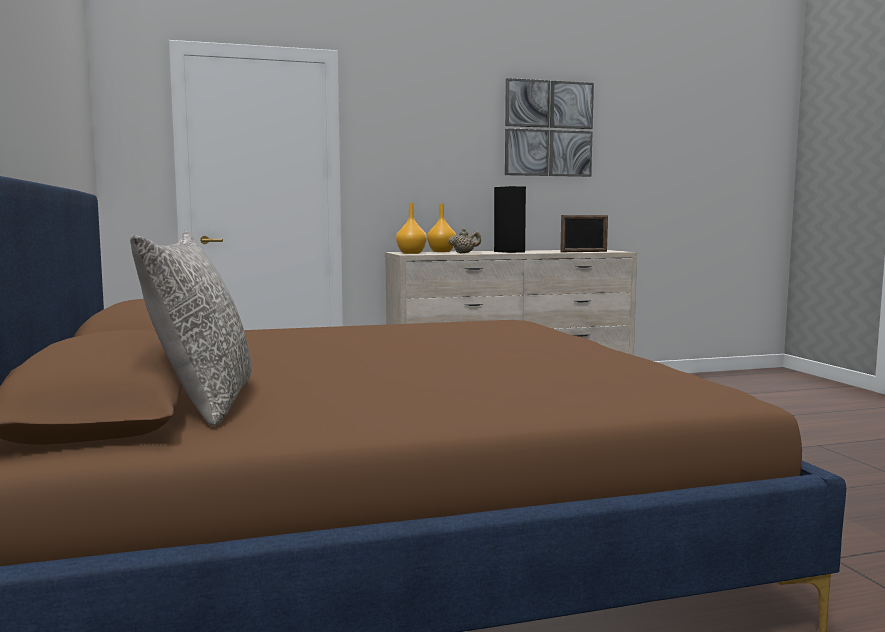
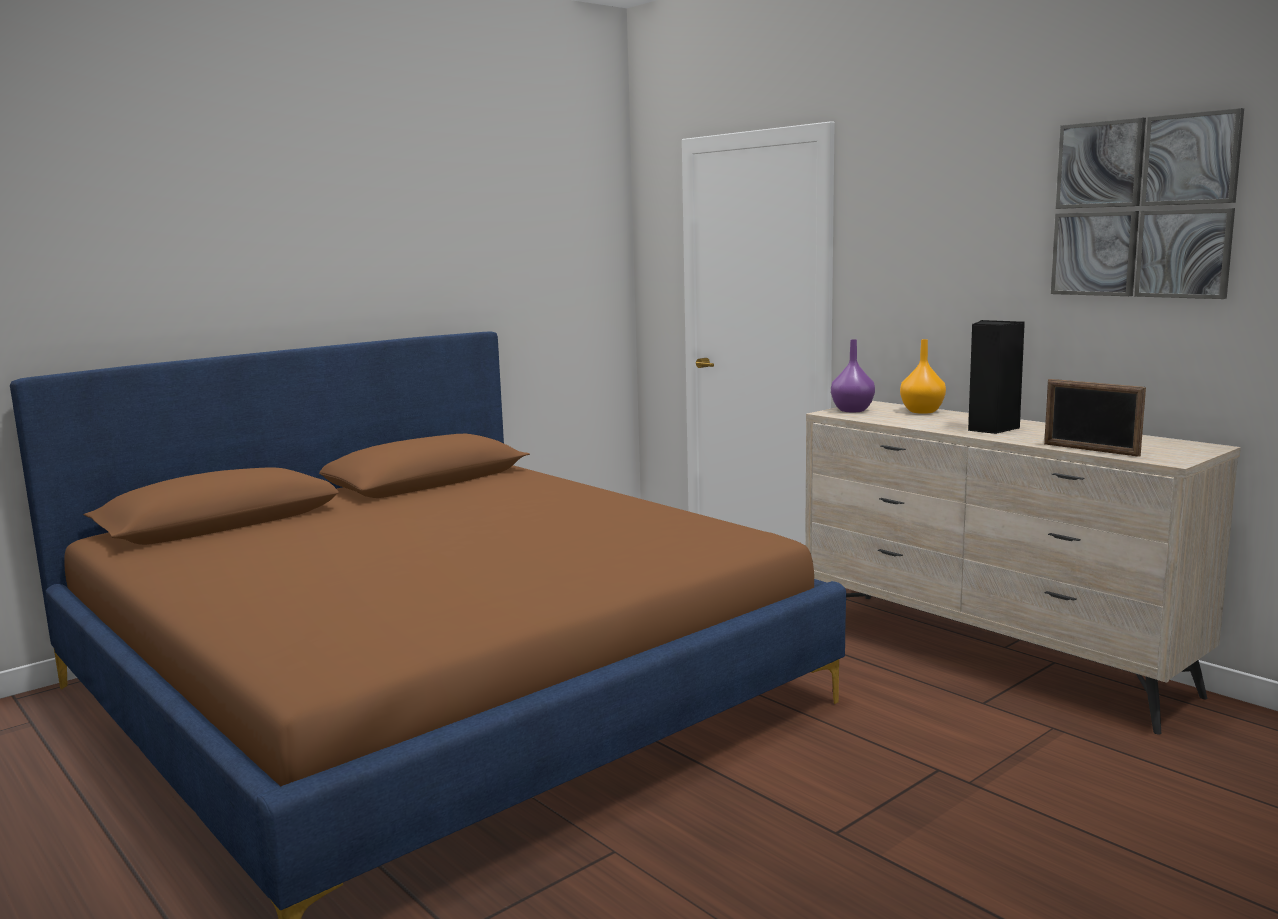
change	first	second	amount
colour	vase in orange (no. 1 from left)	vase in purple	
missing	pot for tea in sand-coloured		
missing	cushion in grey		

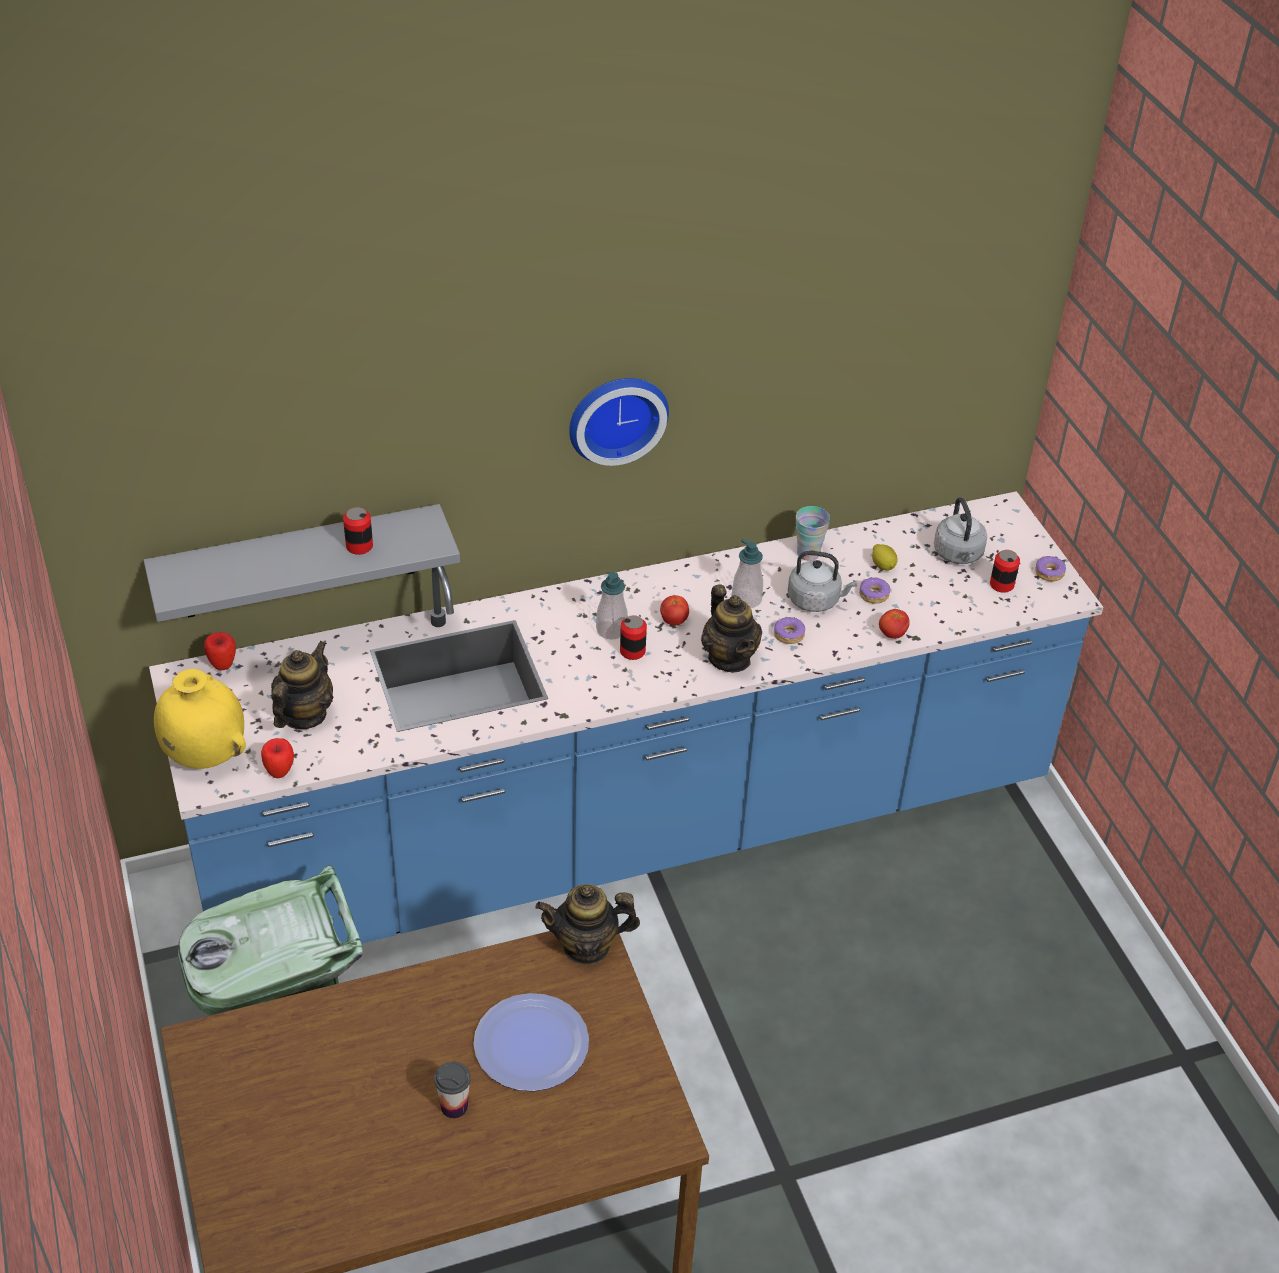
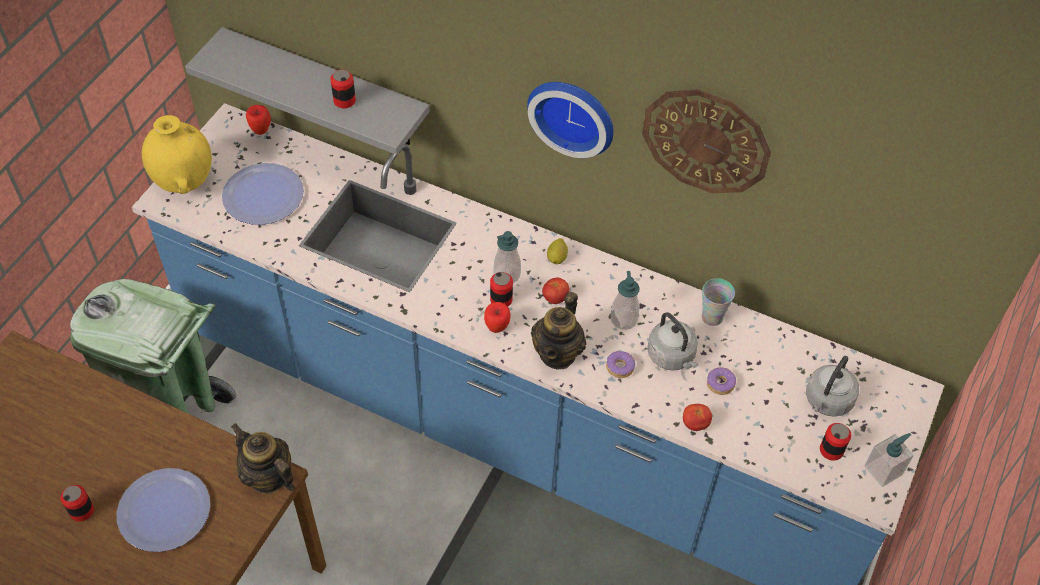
change	first	second	amount
relocated	lemon		
exchanged	ring doughnut (no. 3 from left)	liquid soap bottle (no. 3 from left)	
exchanged	pot for tea (no. 1 from left)	flat dish (no. 2 from left)	
relocated	whole apple (no. 2 from left)		
exchanged	cup (no. 1 from left)	sealed can (no. 1 from left)	
appeared		wall clock (no. 2 from left)	

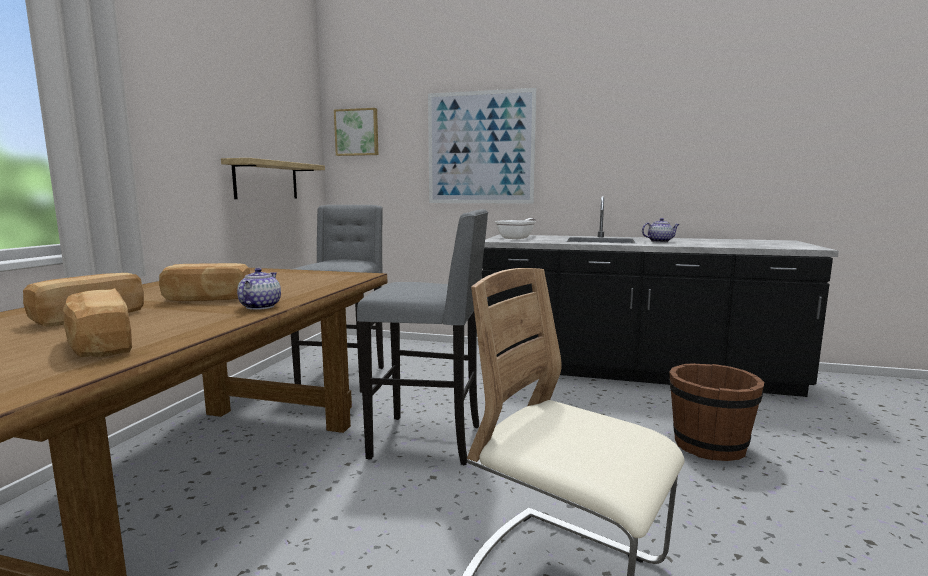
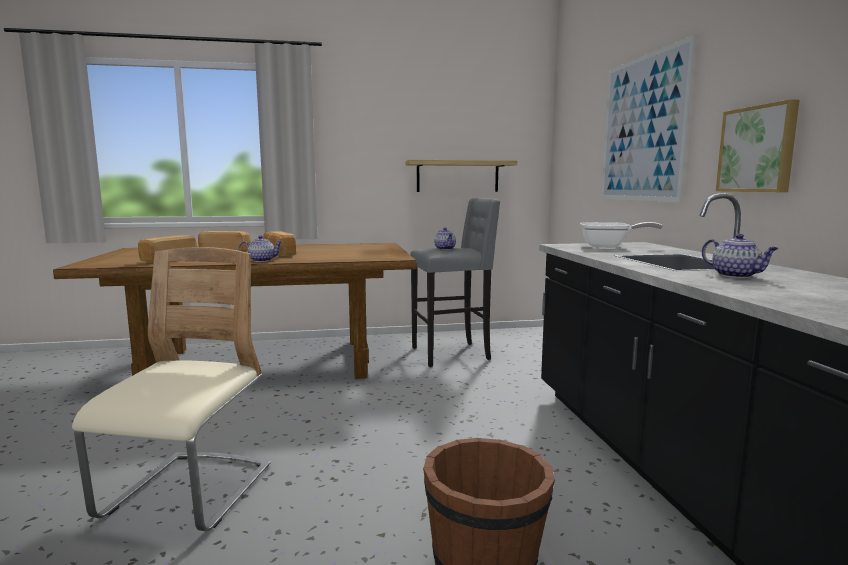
change	first	second	amount
relocated	picture (no. 1 from left in the first image)	picture (no. 2 from left)	
missing	sitting stool in grey (no. 2 from left)		
appeared		pot for tea (no. 2 from left)	

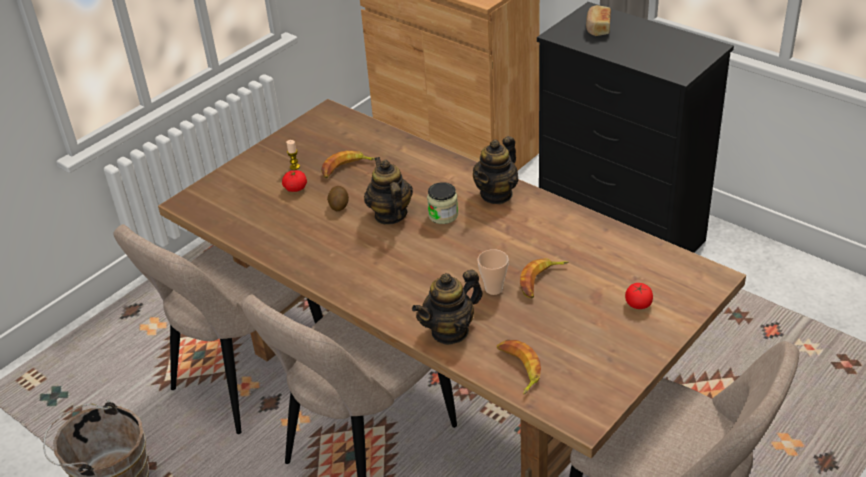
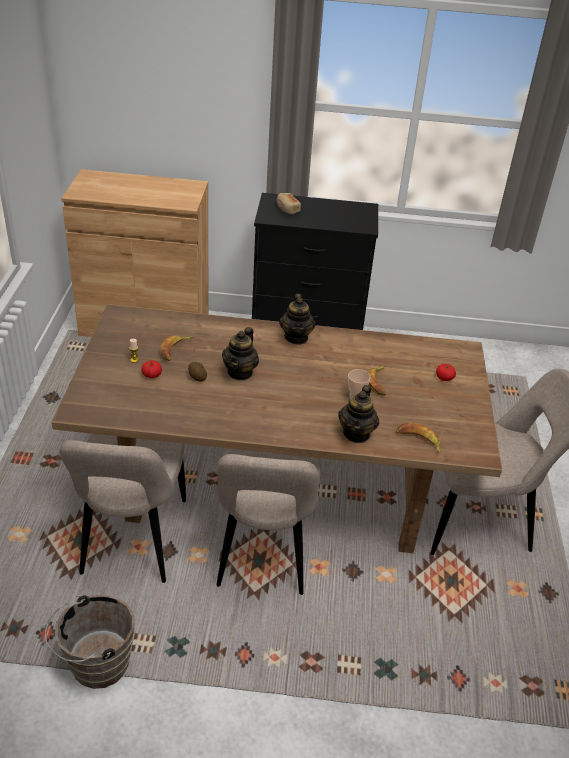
change	first	second	amount
spun	pot for tea (no. 1 from left)		105 degrees counterclockwise
missing	storage jar		

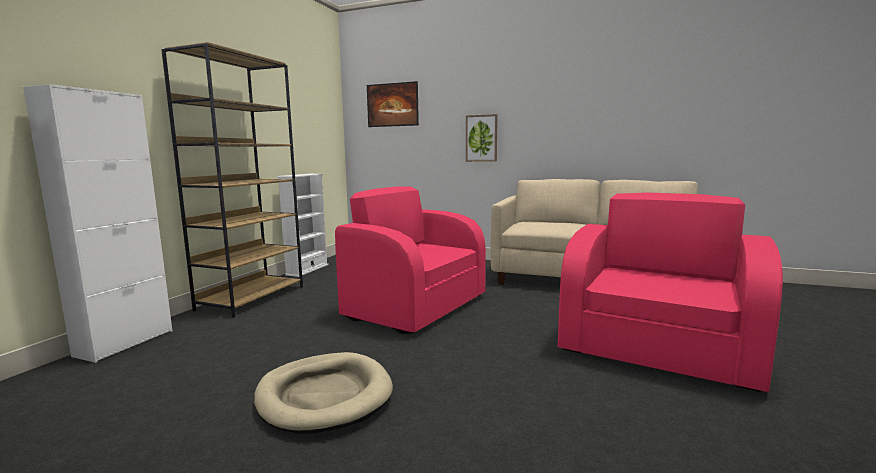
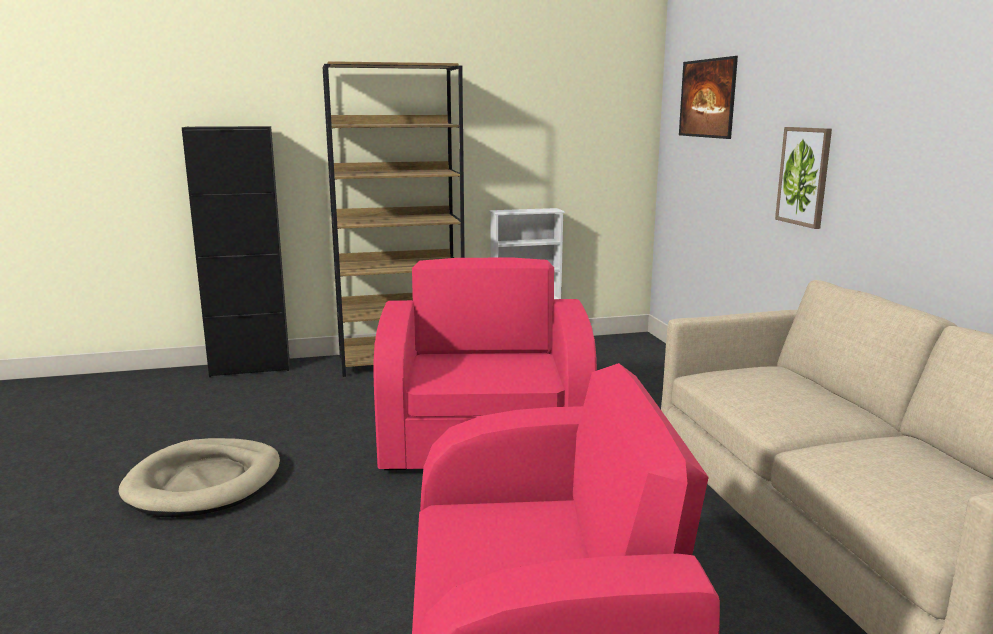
change	first	second	amount
colour	cupboard in white	cupboard in black-coloured	

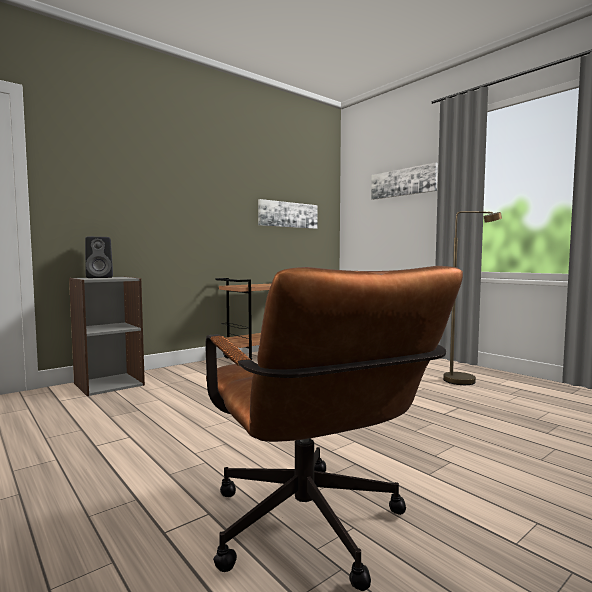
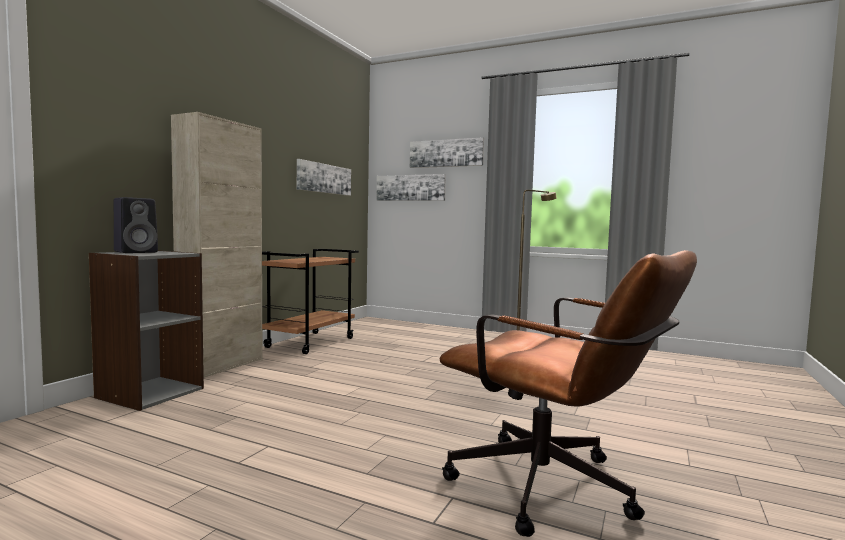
change	first	second	amount
appeared		cupboard in sand-coloured	
appeared		picture (no. 2 from left)	

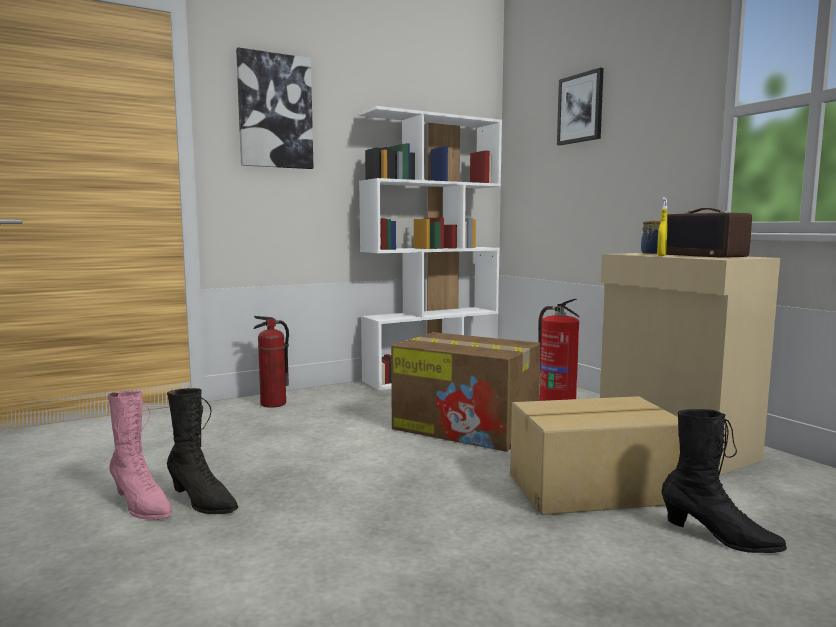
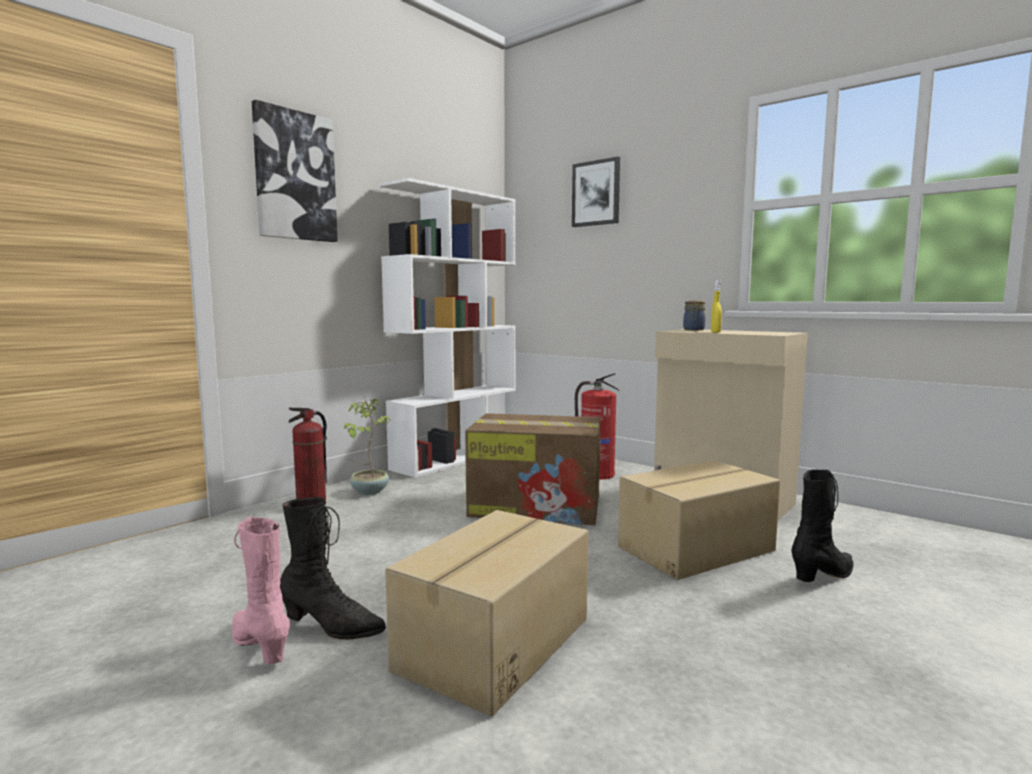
change	first	second	amount
missing	radio		
spun	tall boot in pink		150 degrees counterclockwise
spun	tall boot in black-coloured (no. 2 from left)		45 degrees counterclockwise
appeared		plant in a pot	
appeared		cardboard box (no. 1 from left)	

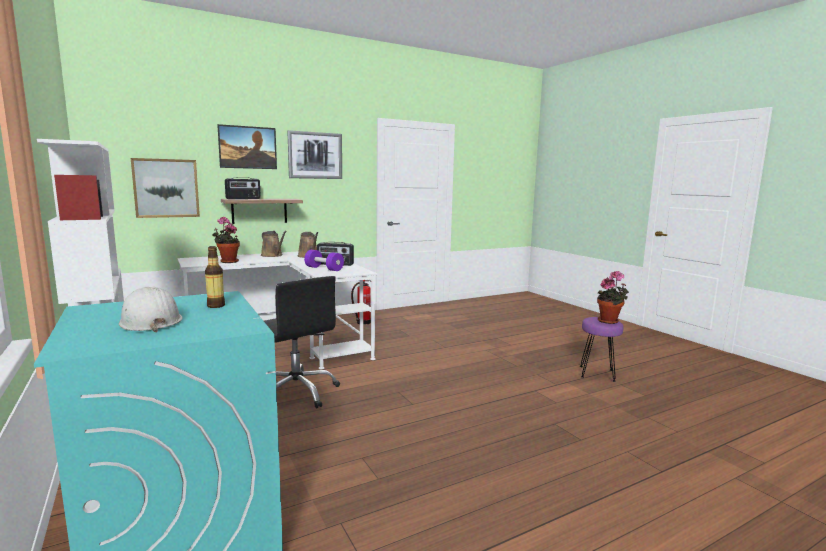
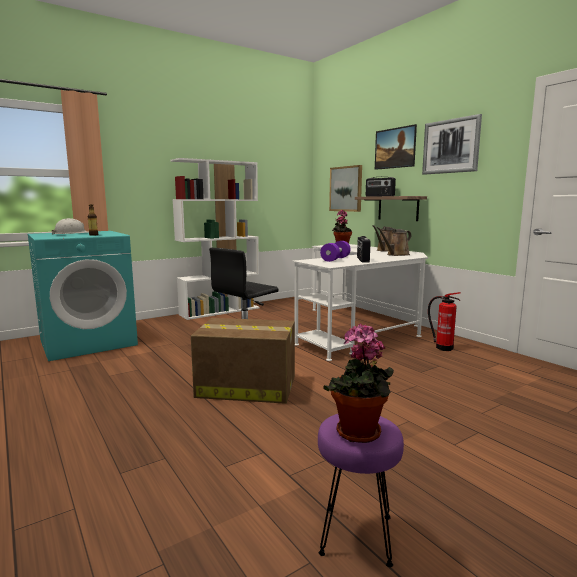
change	first	second	amount
appeared		cardboard box	

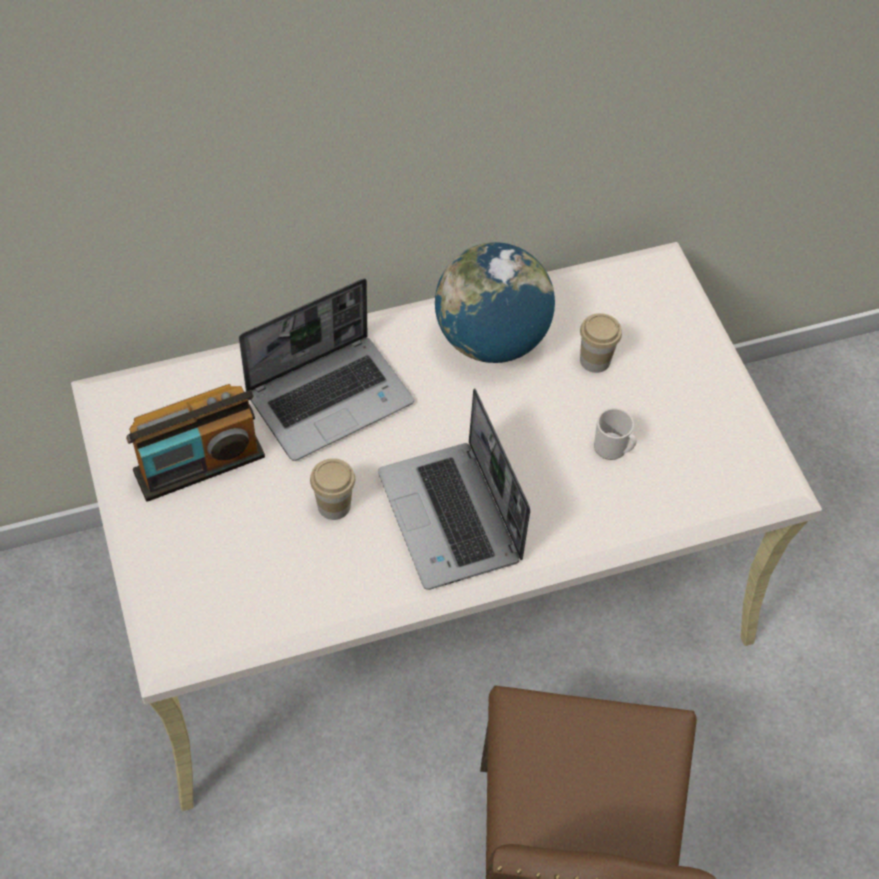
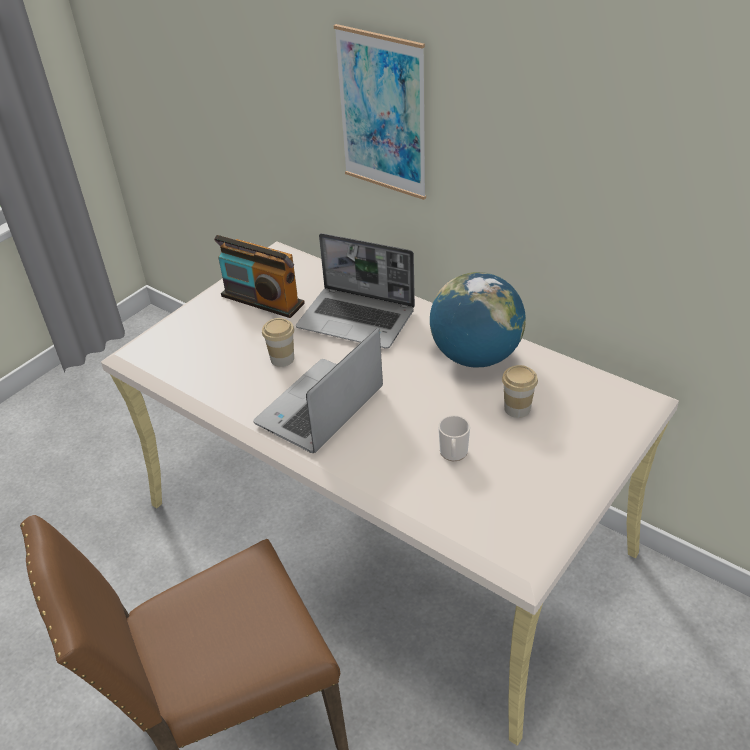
change	first	second	amount
appeared		picture	

